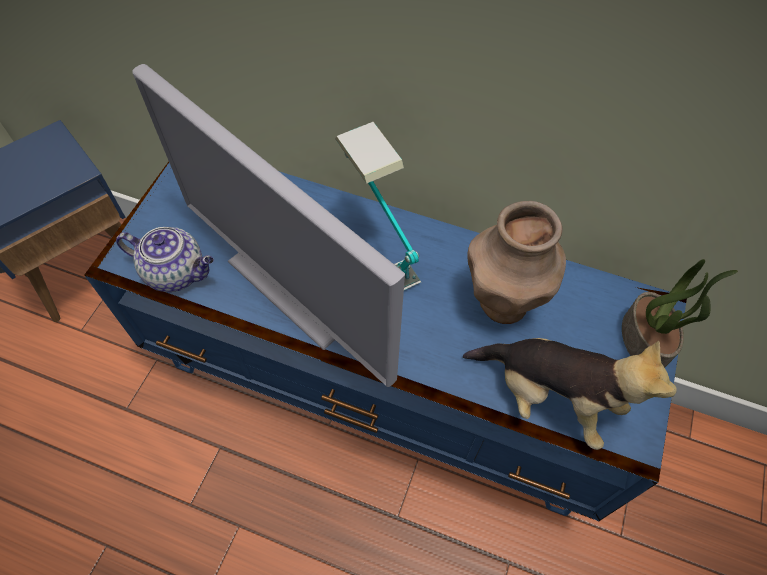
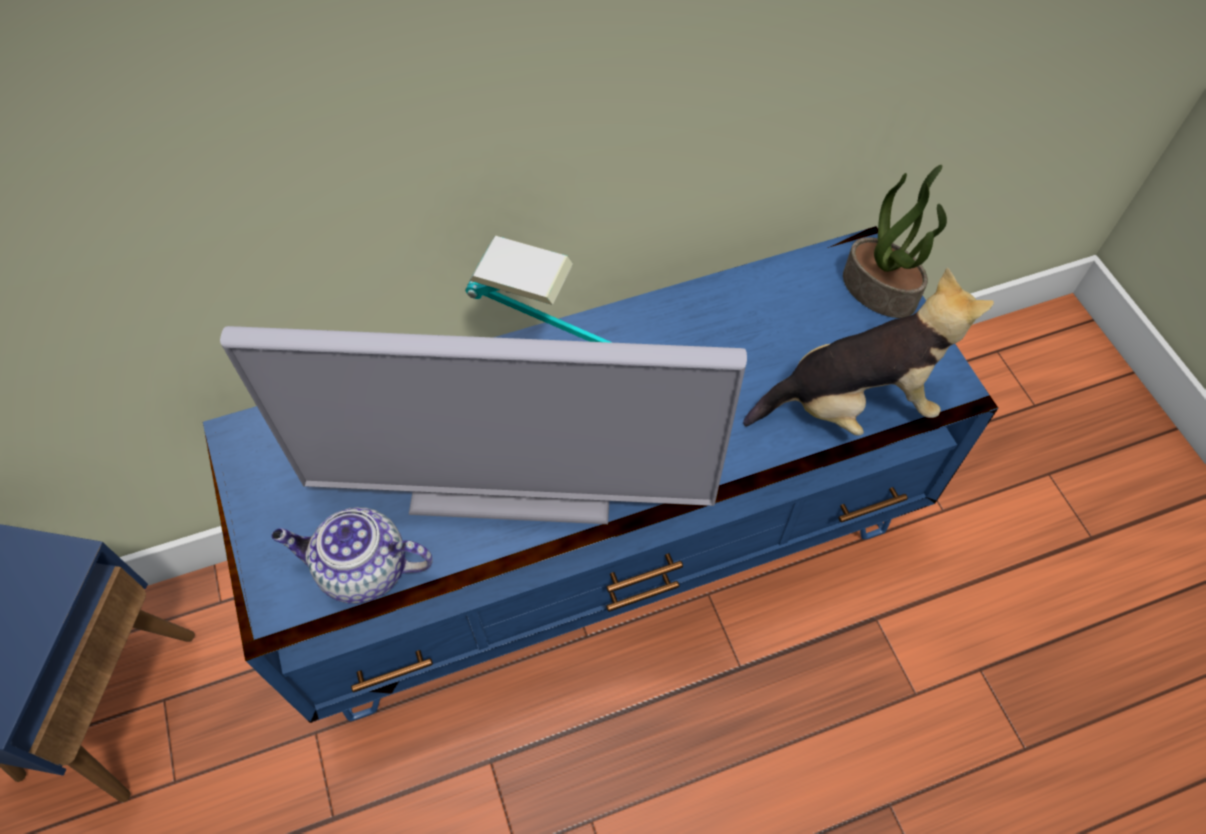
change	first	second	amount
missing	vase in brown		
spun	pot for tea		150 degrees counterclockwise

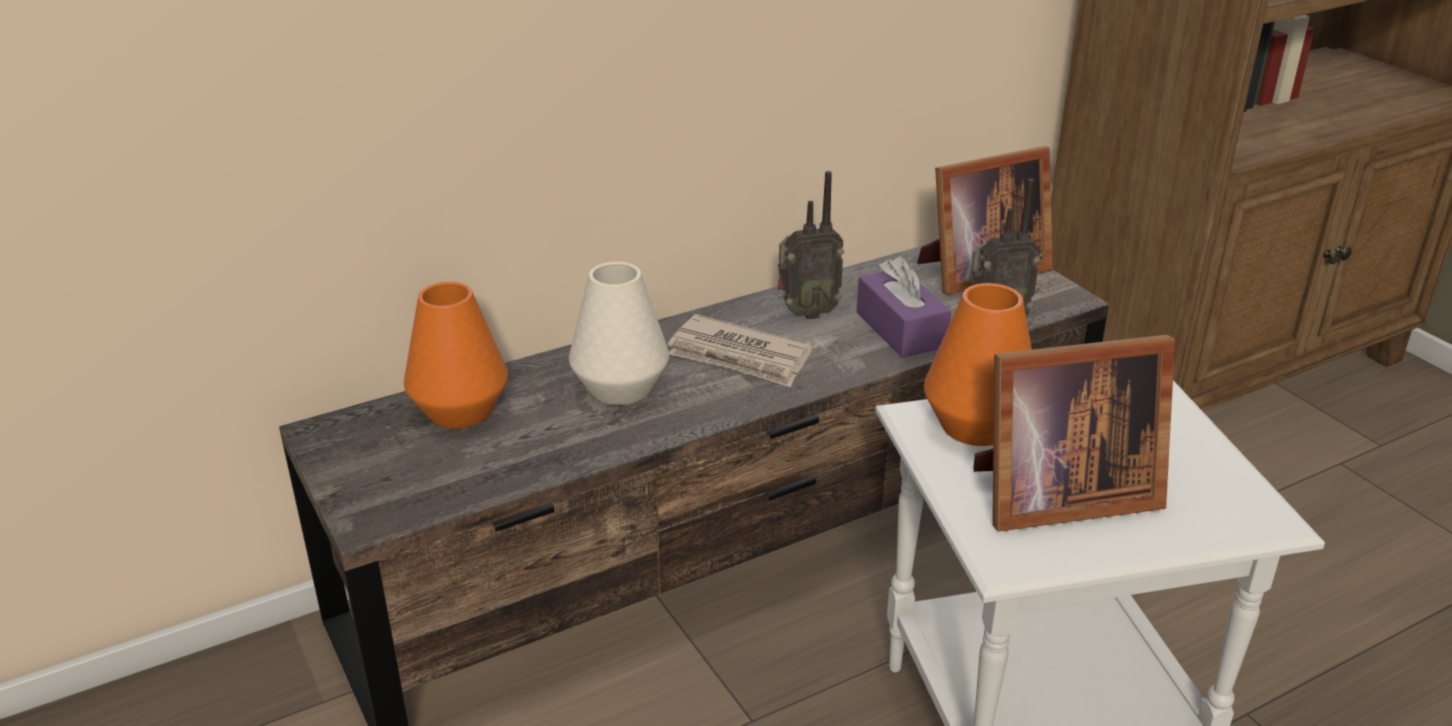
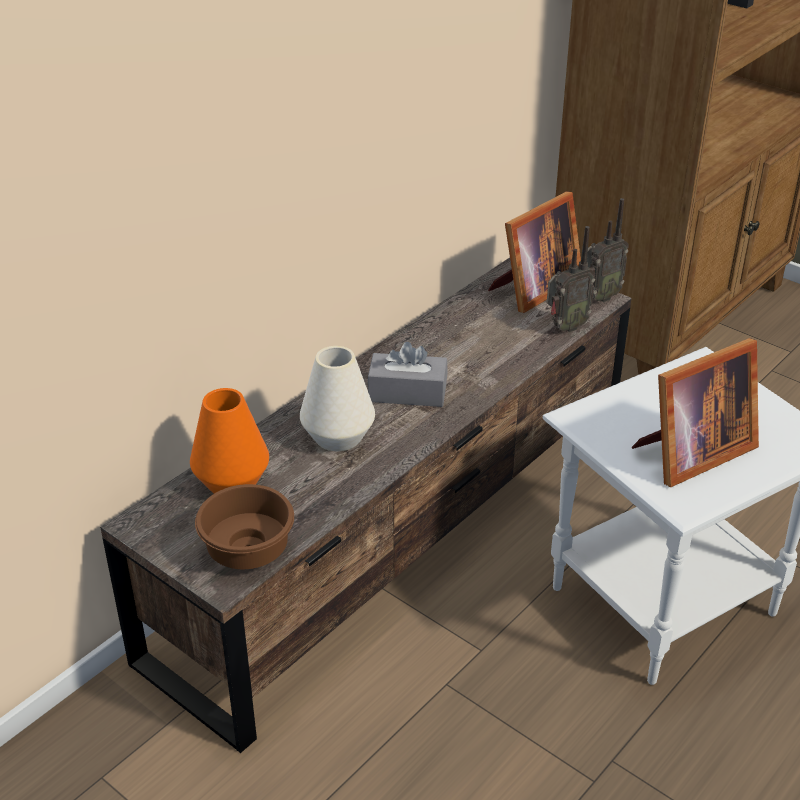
change	first	second	amount
relocated	radio (no. 1 from left in the first image)	radio (no. 2 from left)	
missing	tissue box in purple		
missing	vase in orange (no. 2 from left)		
exchanged	newspaper	tissue box in grey	
appeared		serving bowl in brown	

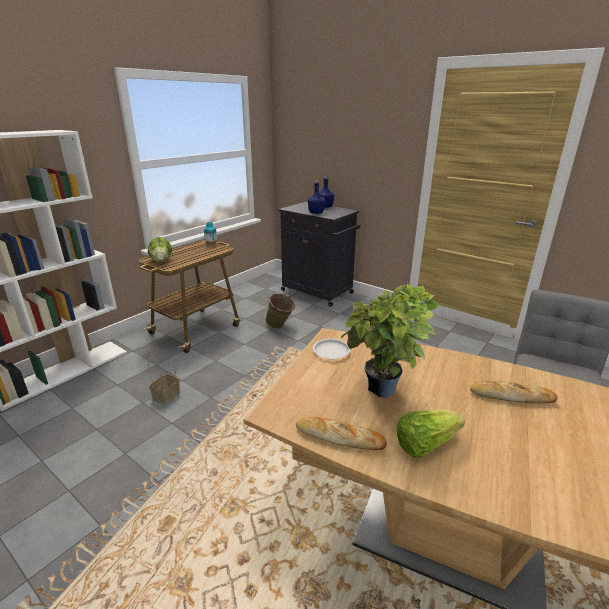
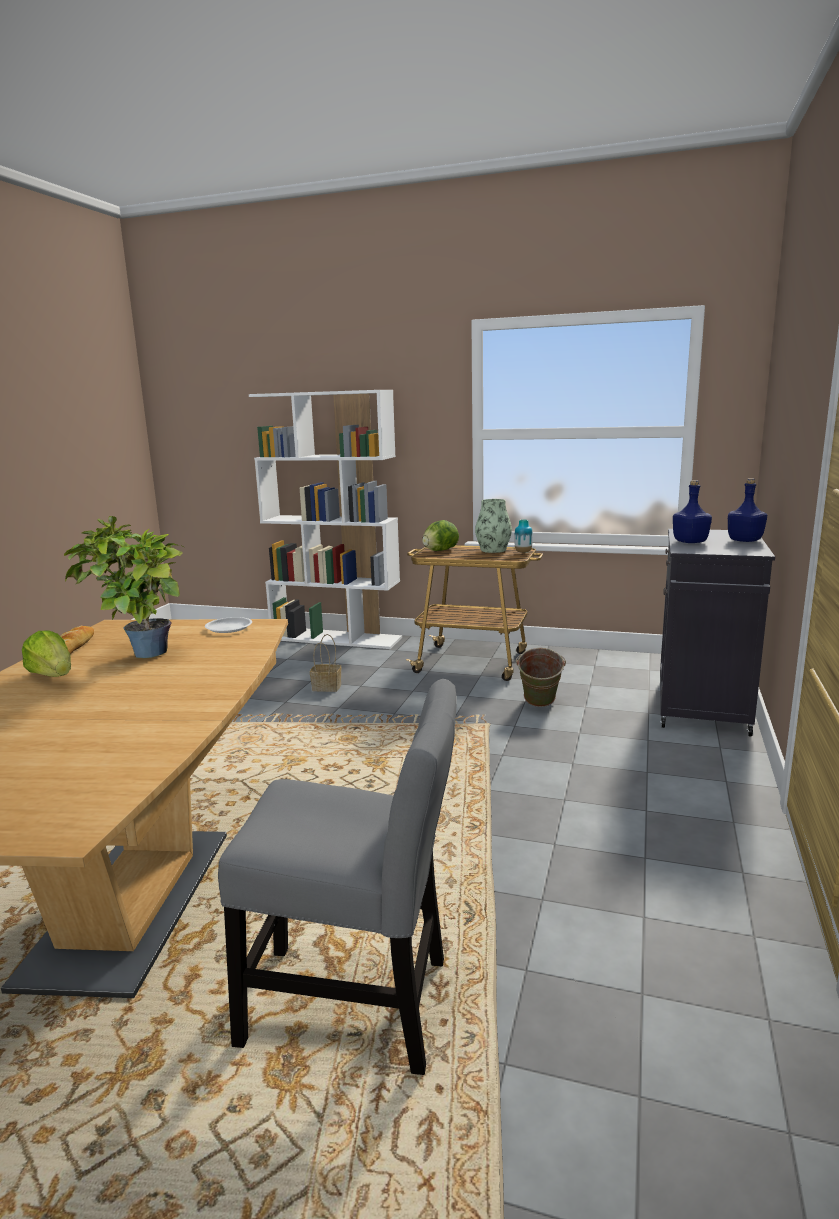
change	first	second	amount
missing	baked bread (no. 2 from left)		
appeared		vase (no. 1 from left)	

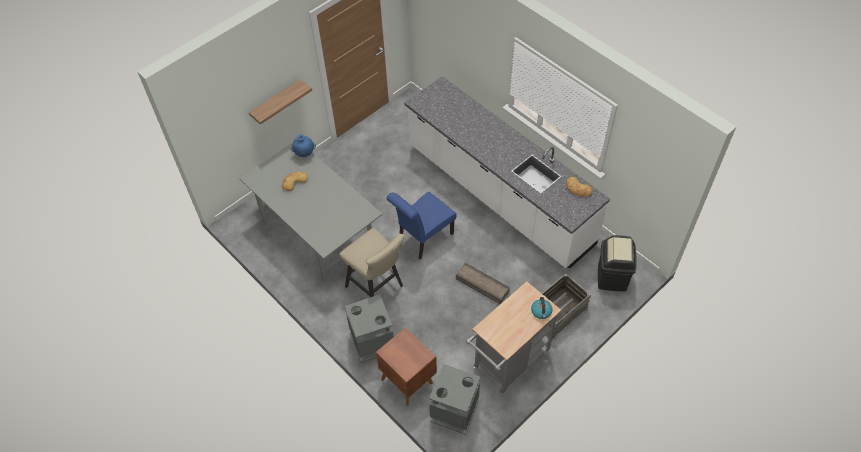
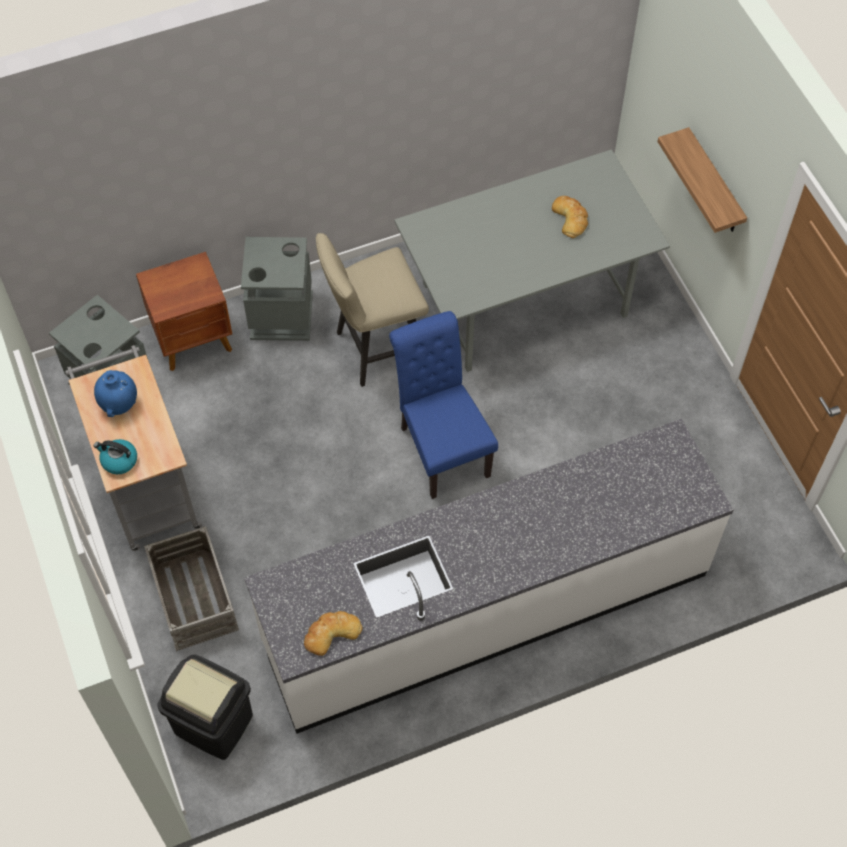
change	first	second	amount
relocated	vase in blue-coloured		
missing	crate (no. 1 from left)		

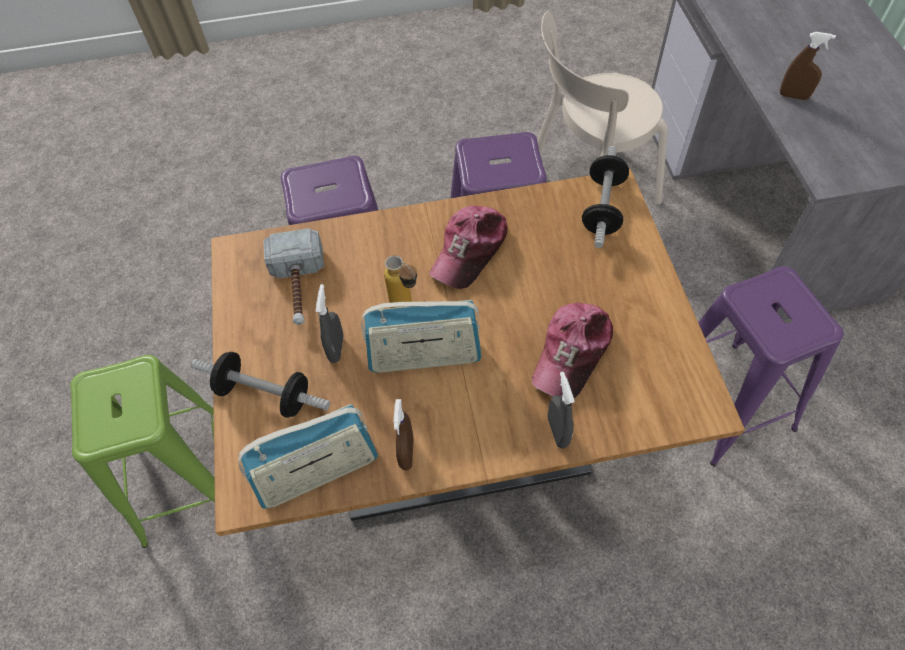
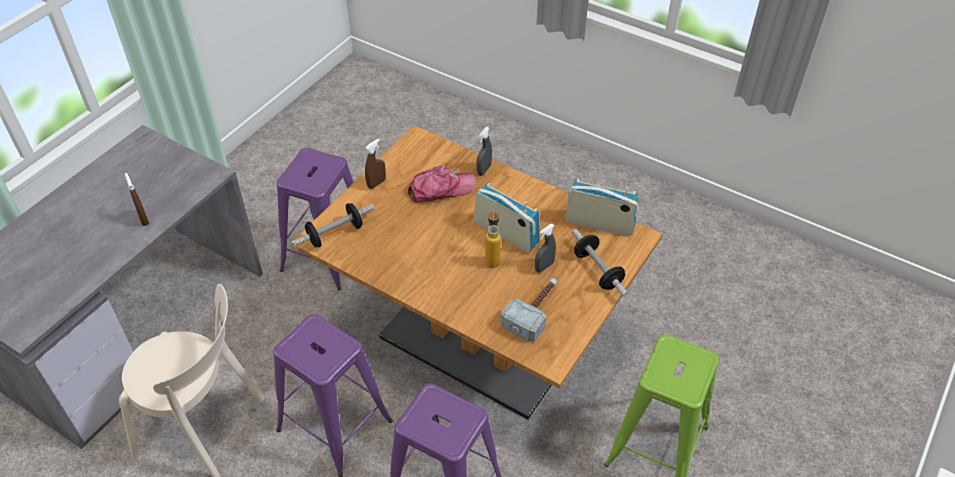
change	first	second	amount
missing	baseball cap (no. 1 from left)		
relocated	sprayer in brown (no. 1 from left in the first image)	sprayer in brown (no. 2 from left)	

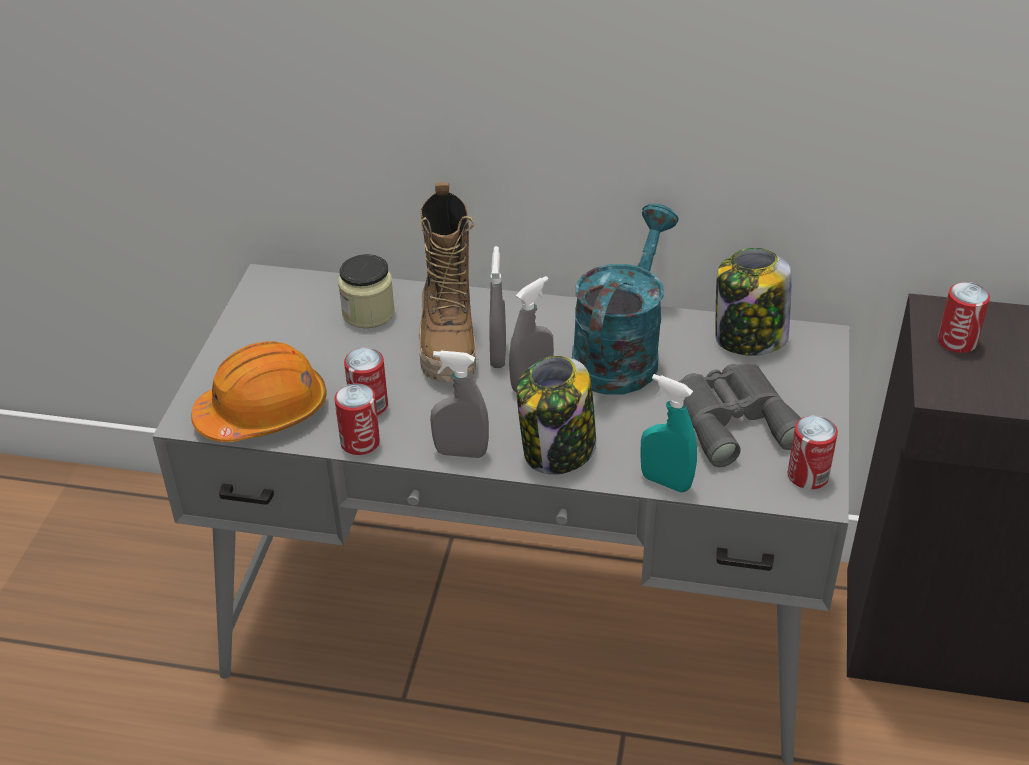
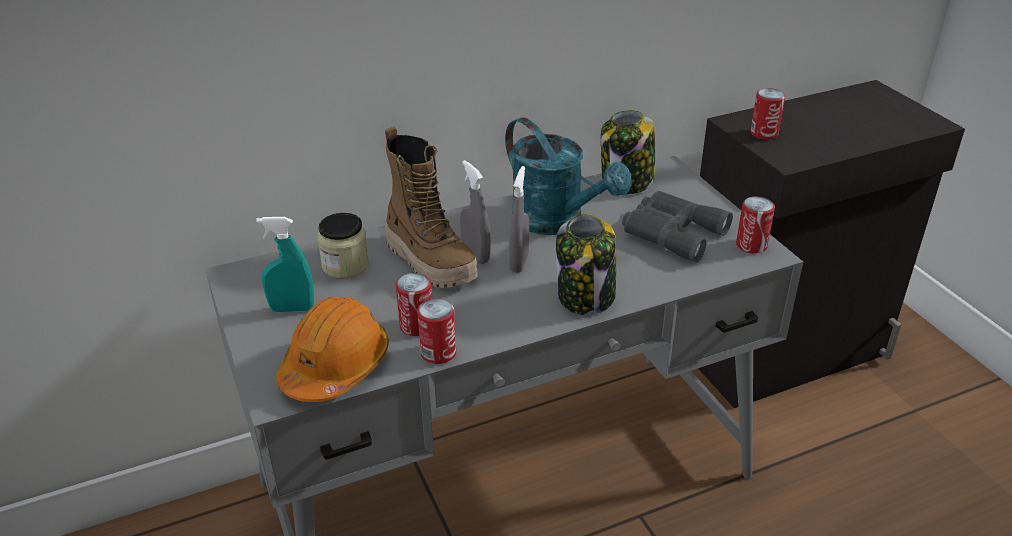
change	first	second	amount
spun	watering can in blue-green		150 degrees clockwise
missing	sprayer in grey (no. 1 from left)		
relocated	sprayer in blue-green		

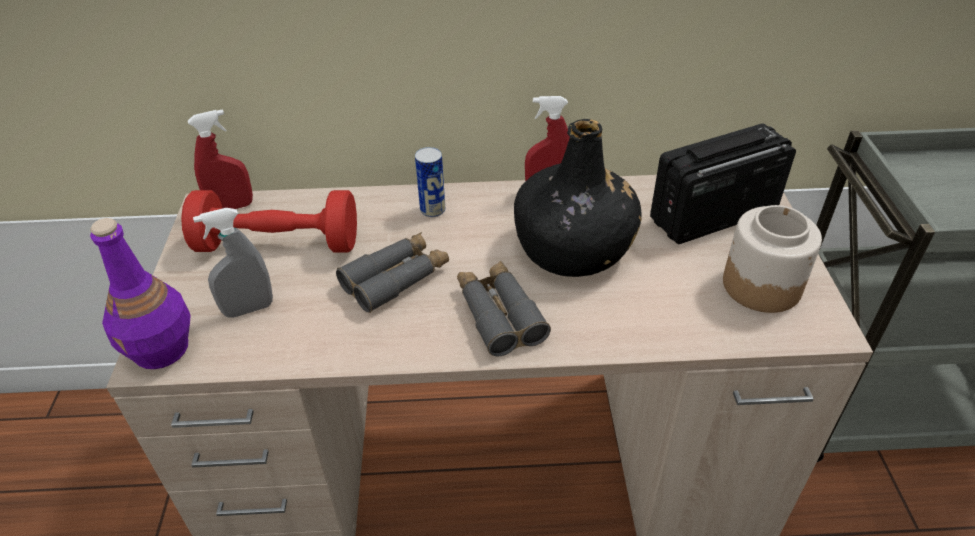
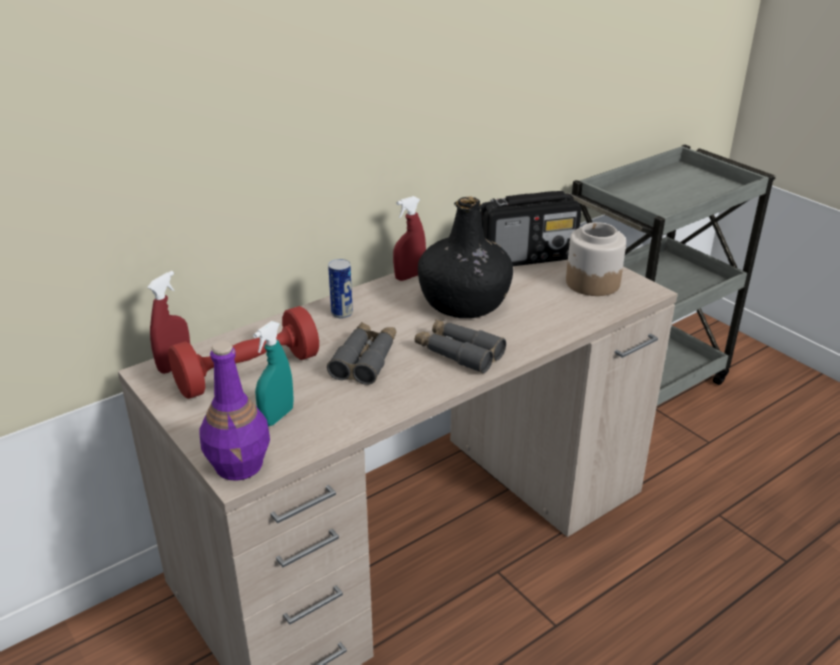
change	first	second	amount
spun	radio		135 degrees counterclockwise
colour	sprayer in grey	sprayer in blue-green	

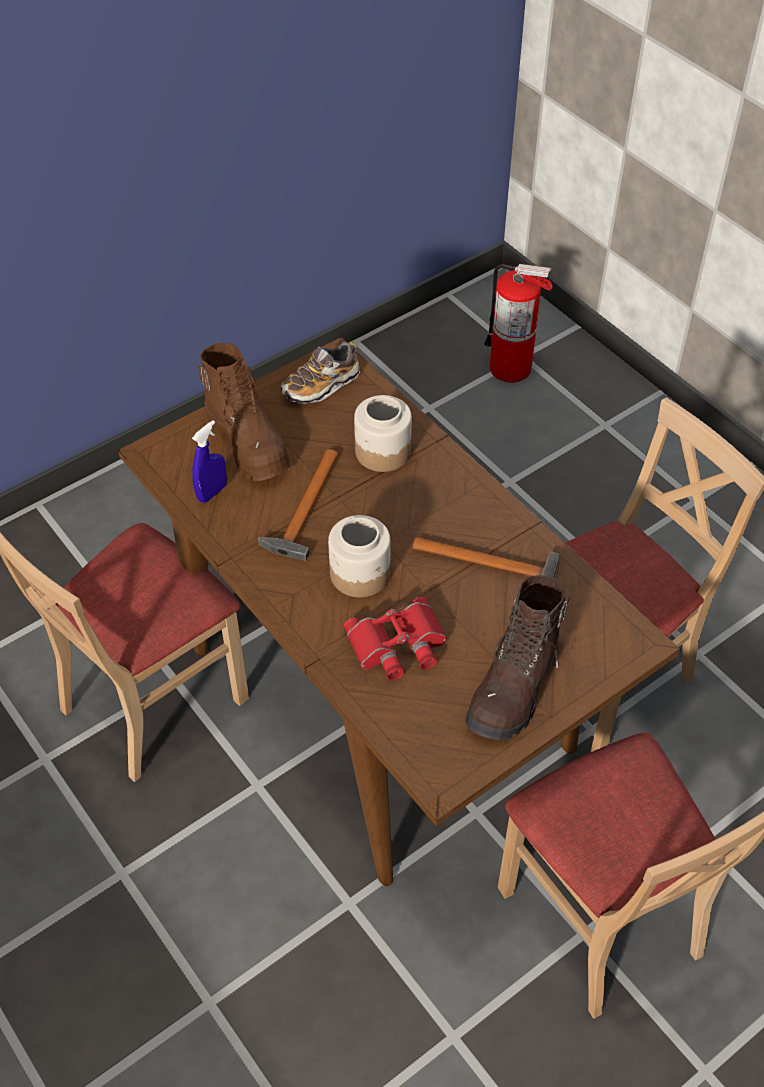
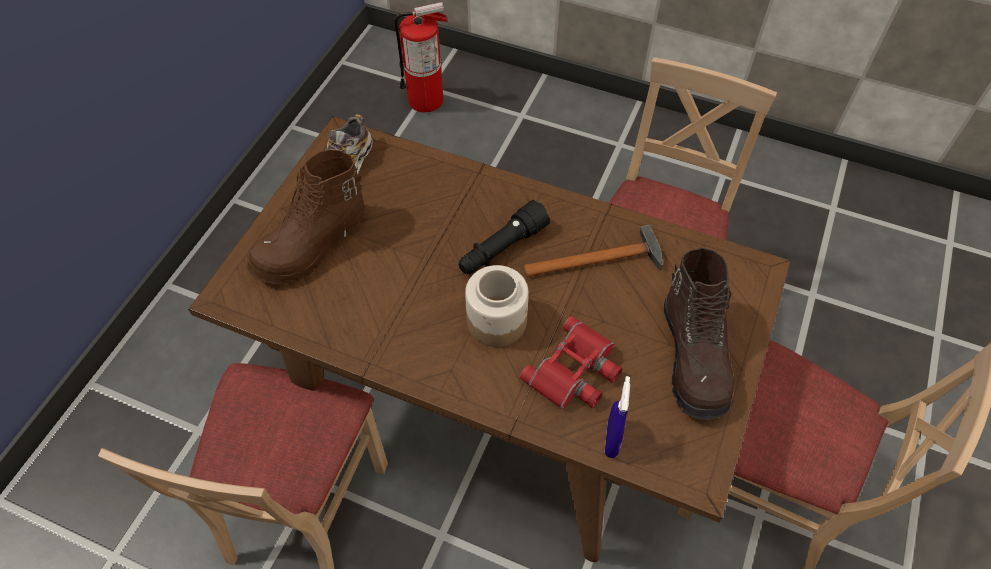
change	first	second	amount
spun	tall boot in brown (no. 1 from left)		105 degrees clockwise
missing	storage jar (no. 2 from left)		
relocated	sprayer in blue-coloured		
missing	hand hammer (no. 1 from left)		
appeared		hand torch in black-coloured	

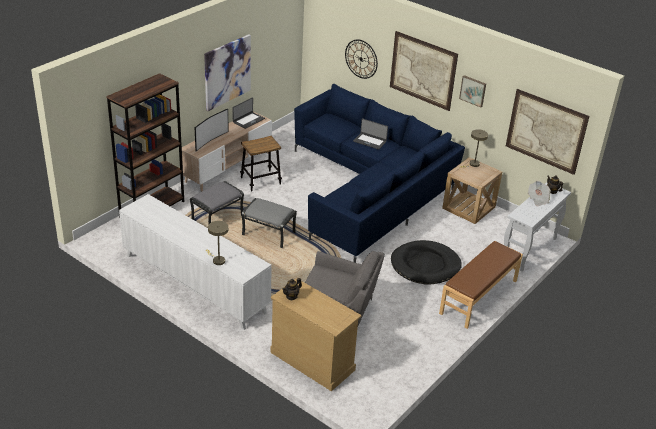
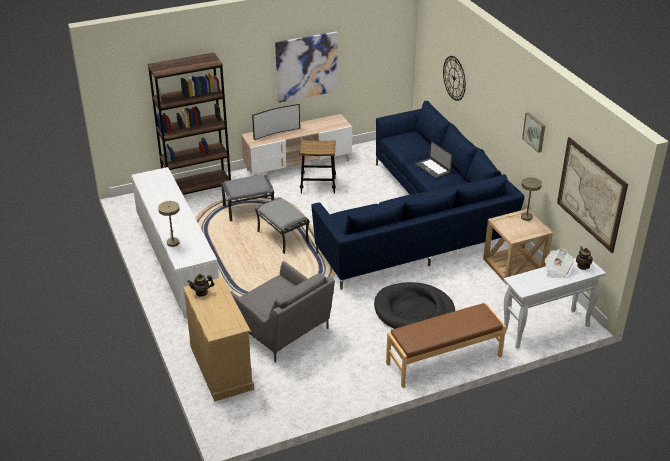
change	first	second	amount
missing	picture (no. 2 from left)		
missing	laptop (no. 1 from left)		

